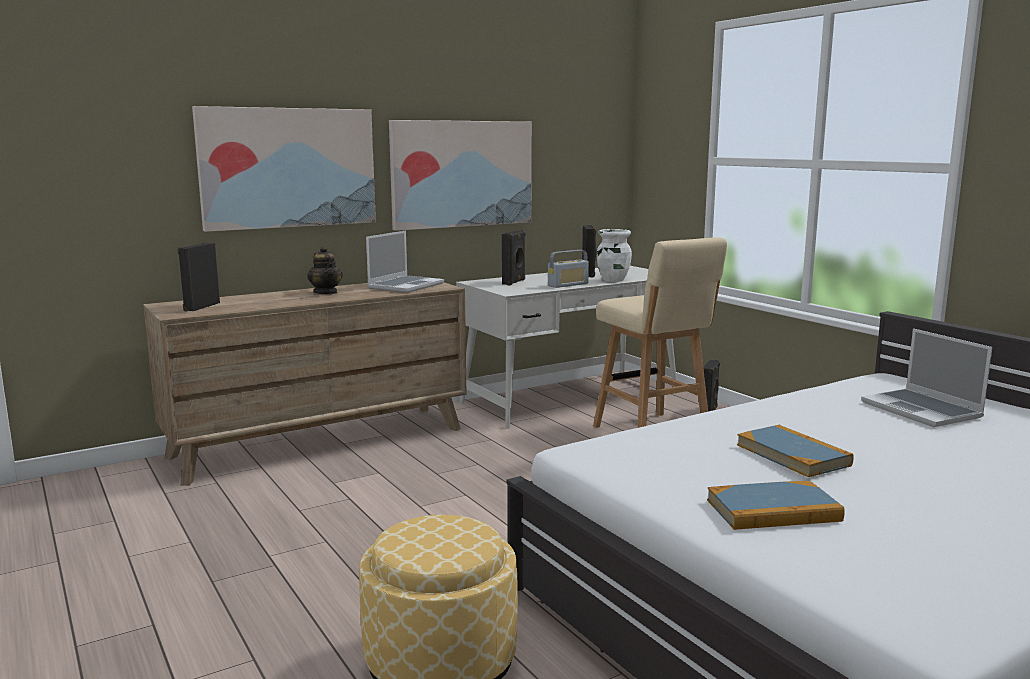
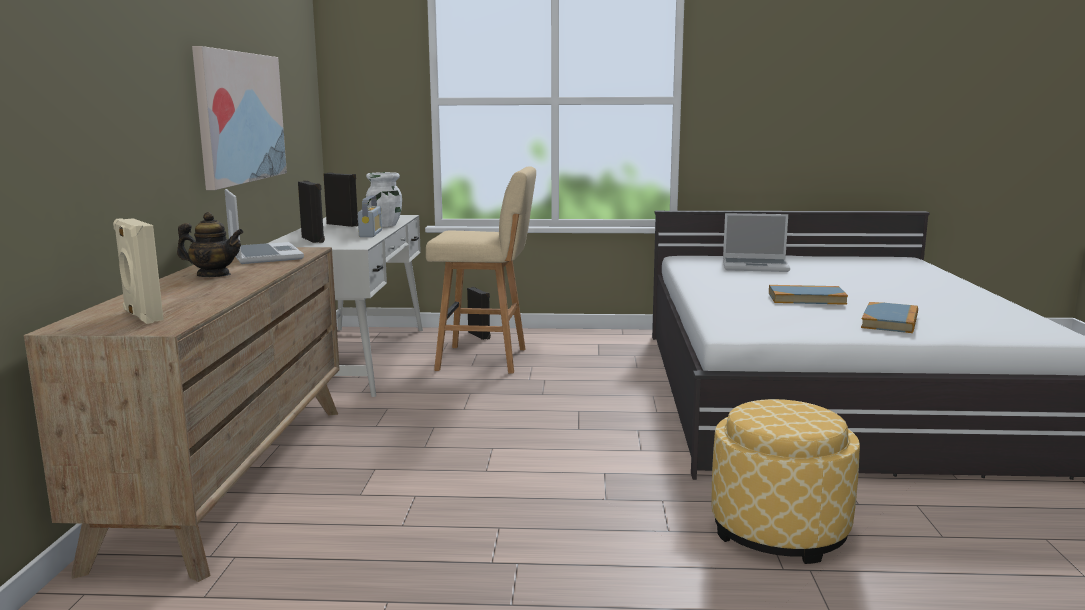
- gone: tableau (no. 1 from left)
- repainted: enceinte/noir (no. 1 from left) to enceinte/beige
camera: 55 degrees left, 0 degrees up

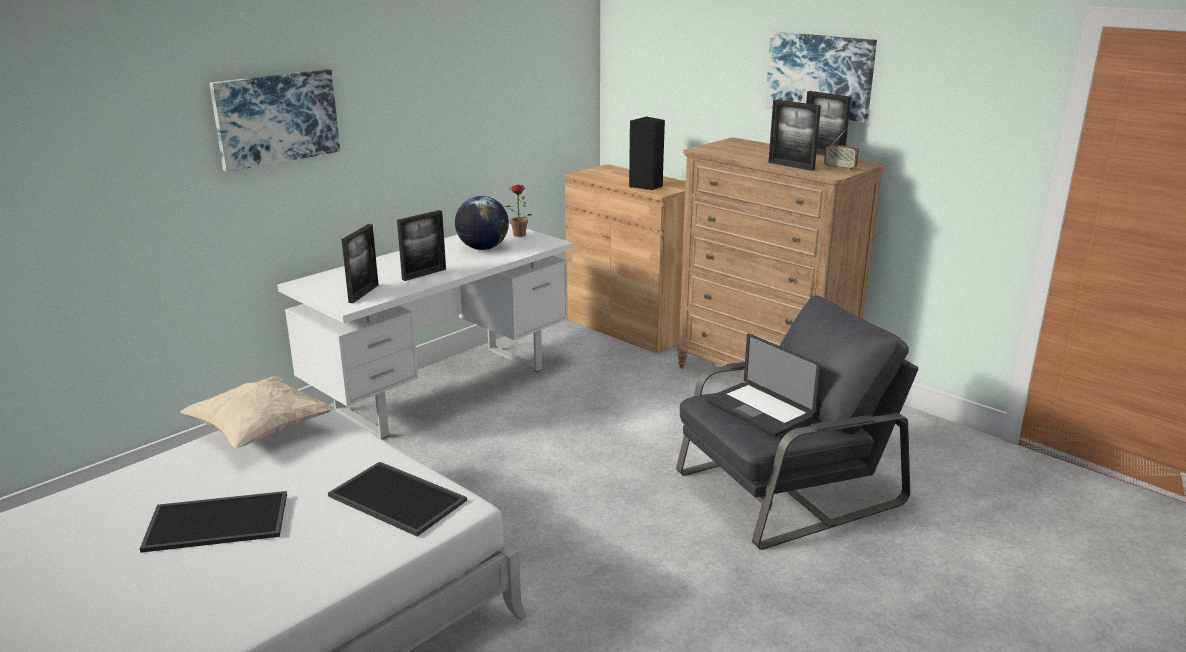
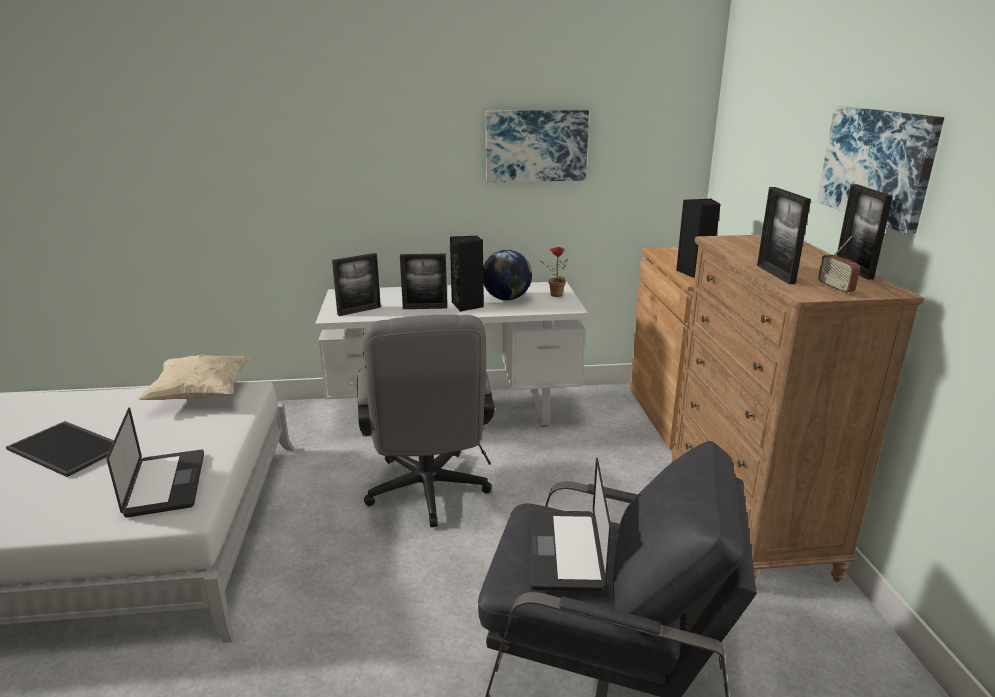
- shifted: tableau (no. 1 from left)
- swapped: plateau (no. 2 from left) to ordinateur portable (no. 1 from left)
- new: enceinte/noir (no. 1 from left)
- new: chaise de bureau/gris
camera: 40 degrees right, 0 degrees up

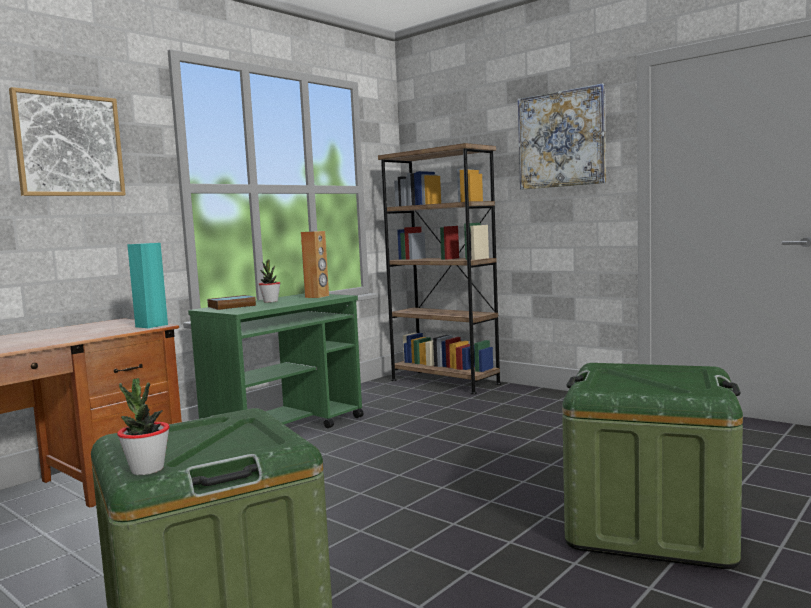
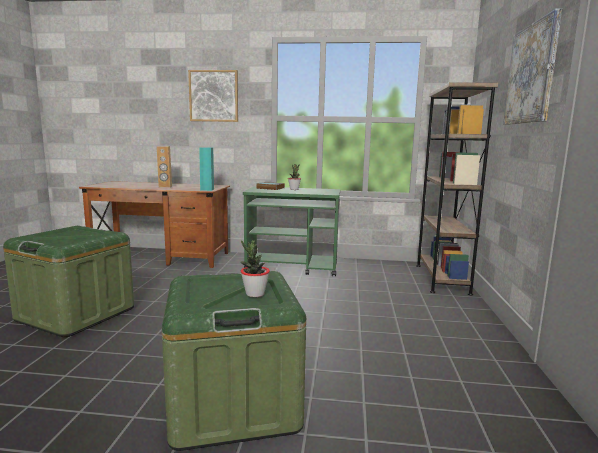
- shifted: enceinte/marron
- shifted: plante en pot (no. 1 from left)
camera: 55 degrees right, 5 degrees up

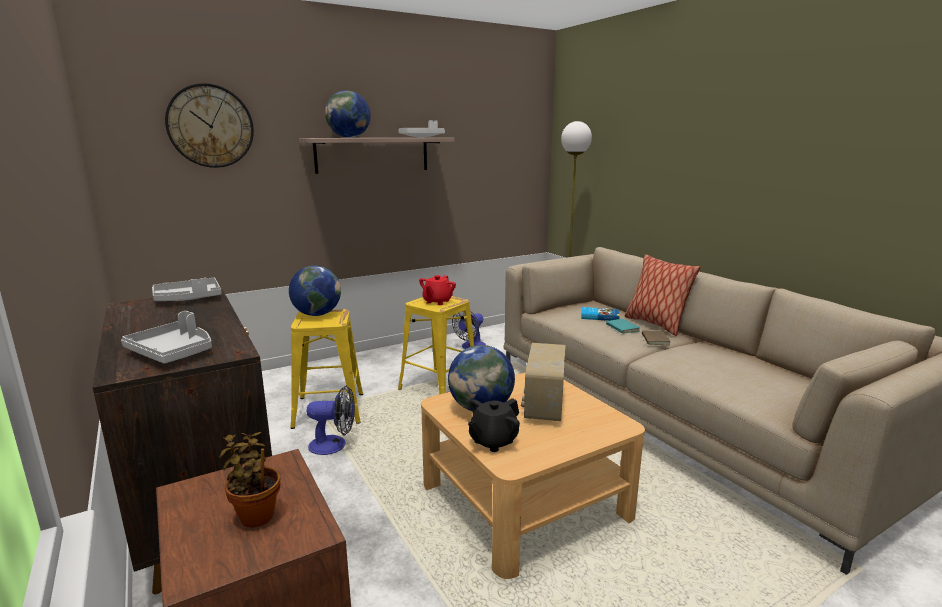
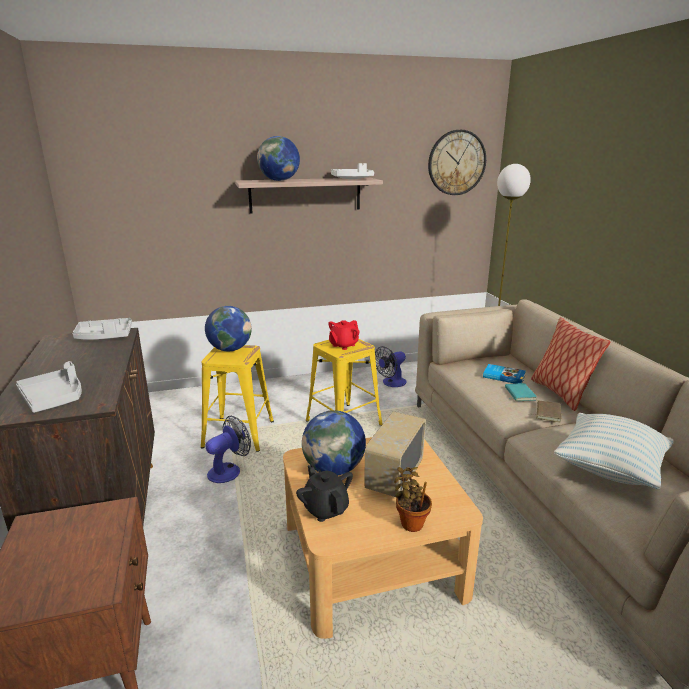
- shifted: horloge murale
- rotated: ventilateur (no. 1 from left) 60 degrees counterclockwise
- rotated: théière/noir 90 degrees clockwise
- shifted: plante en pot
- new: coussin (no. 2 from left)
camera: 15 degrees right, 5 degrees up

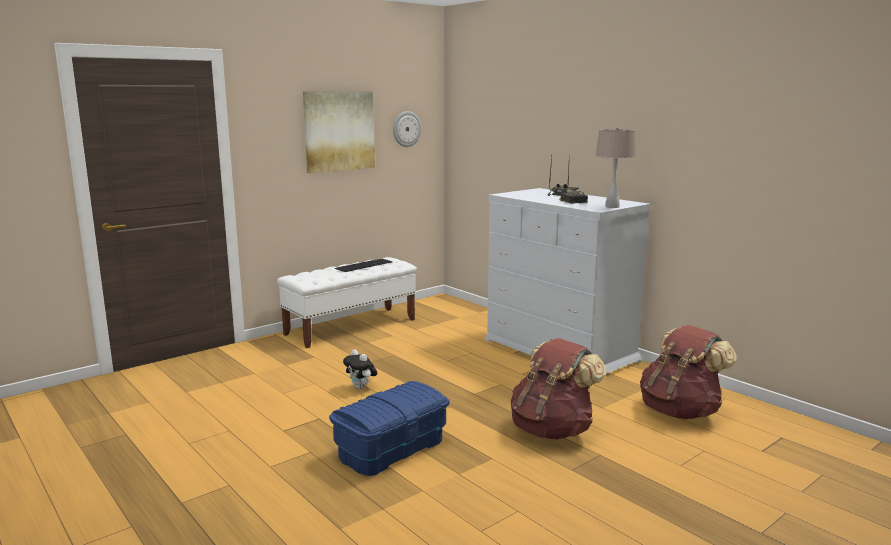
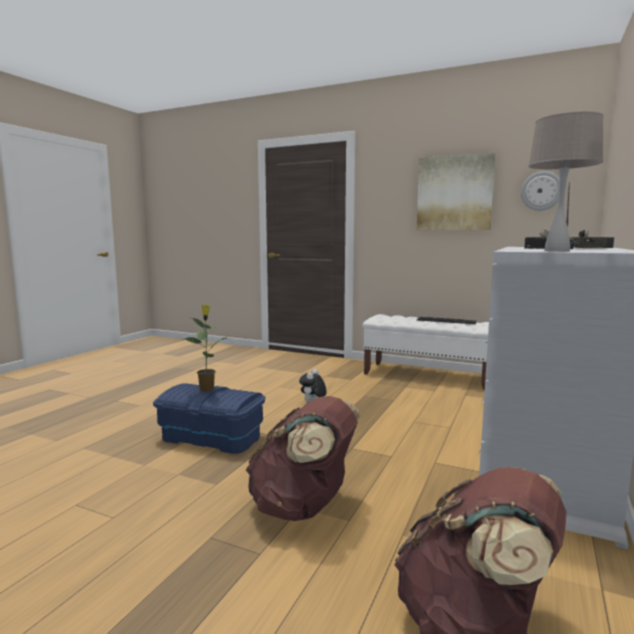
- new: plante en pot
camera: 65 degrees right, 5 degrees down

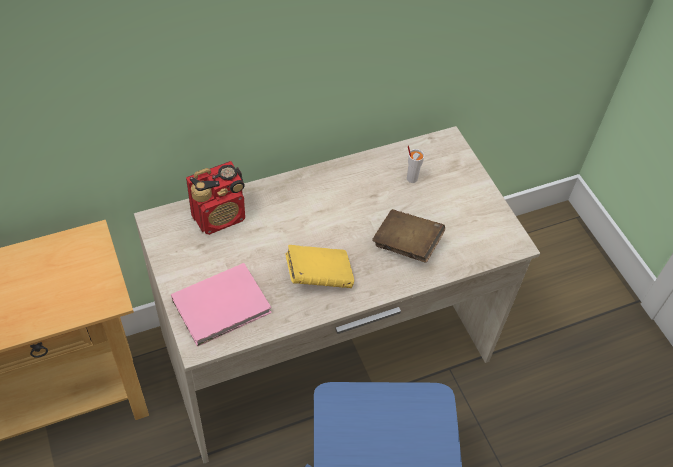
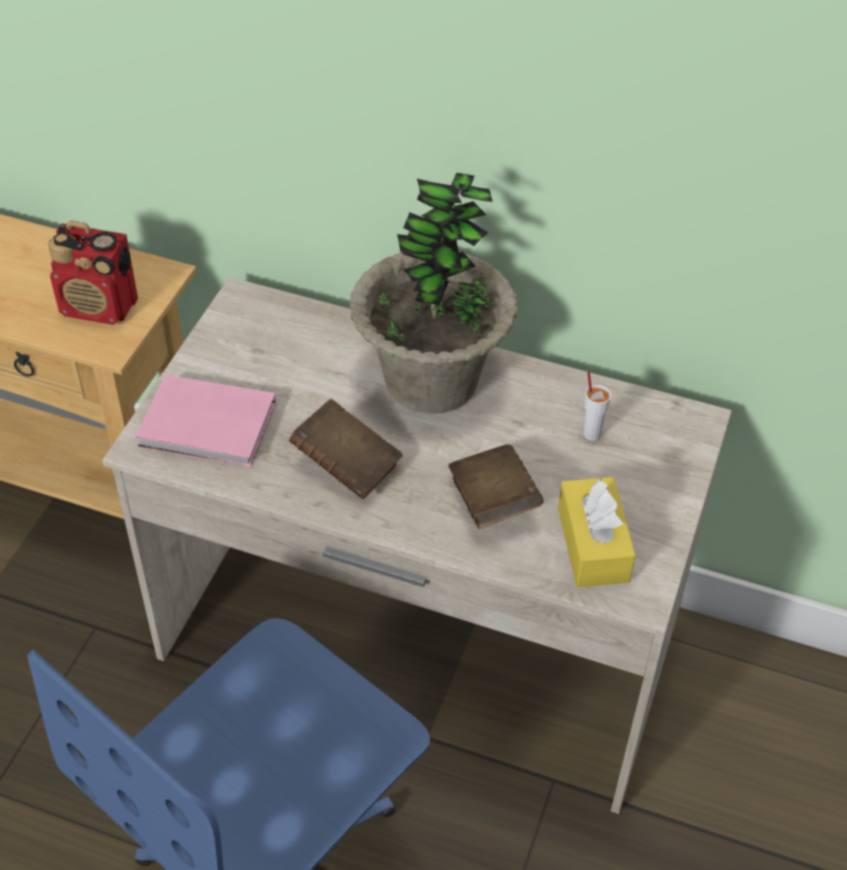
- shifted: radio
- repainted: livre/jaune to livre/marron (no. 1 from left)
- new: plante en pot
- new: boîte à mouchoirs/jaune
camera: 45 degrees right, 5 degrees down

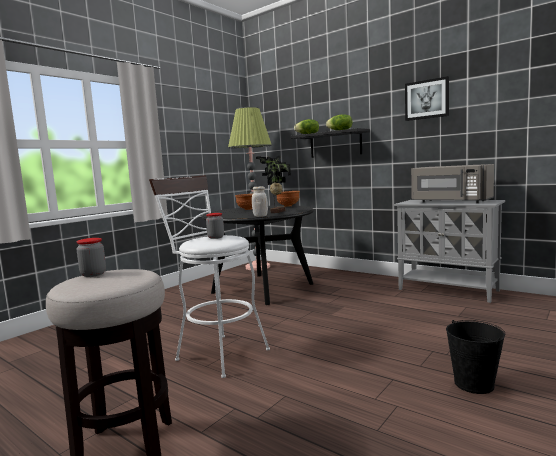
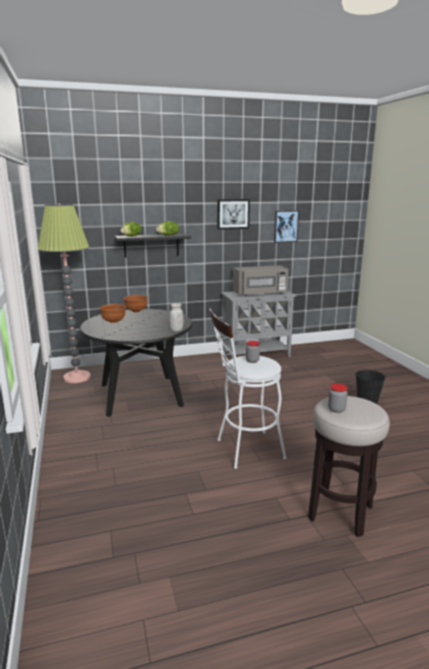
- gone: plante en pot
- new: tableau (no. 2 from left)
camera: 55 degrees left, 10 degrees up

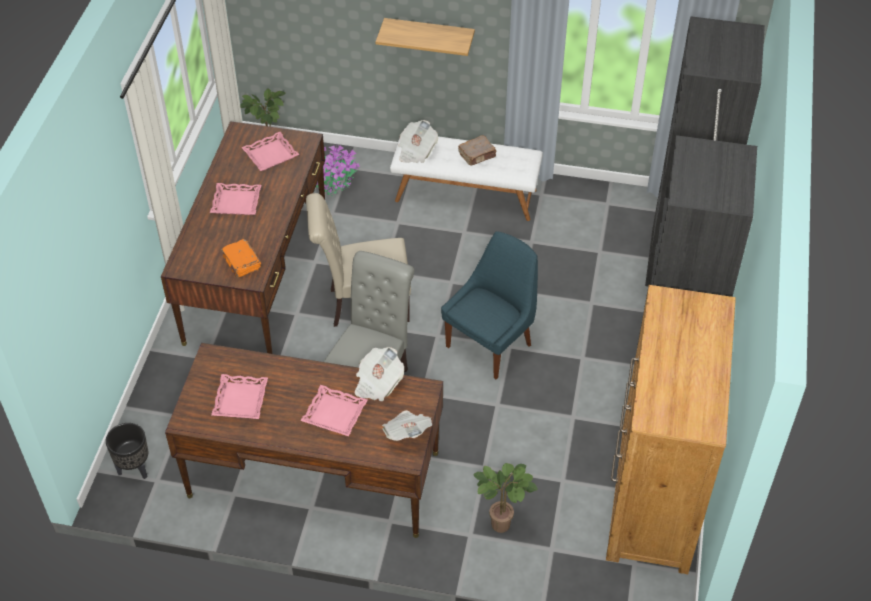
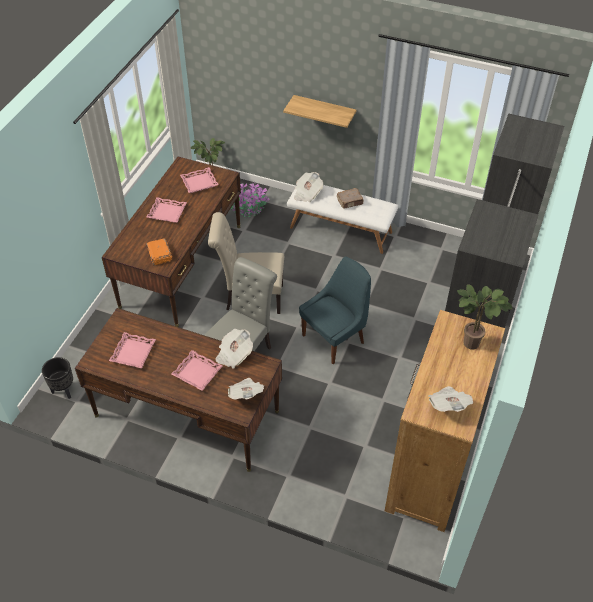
- shifted: plante en pot (no. 3 from left)
- new: journal (no. 4 from left)
camera: 10 degrees right, 0 degrees up

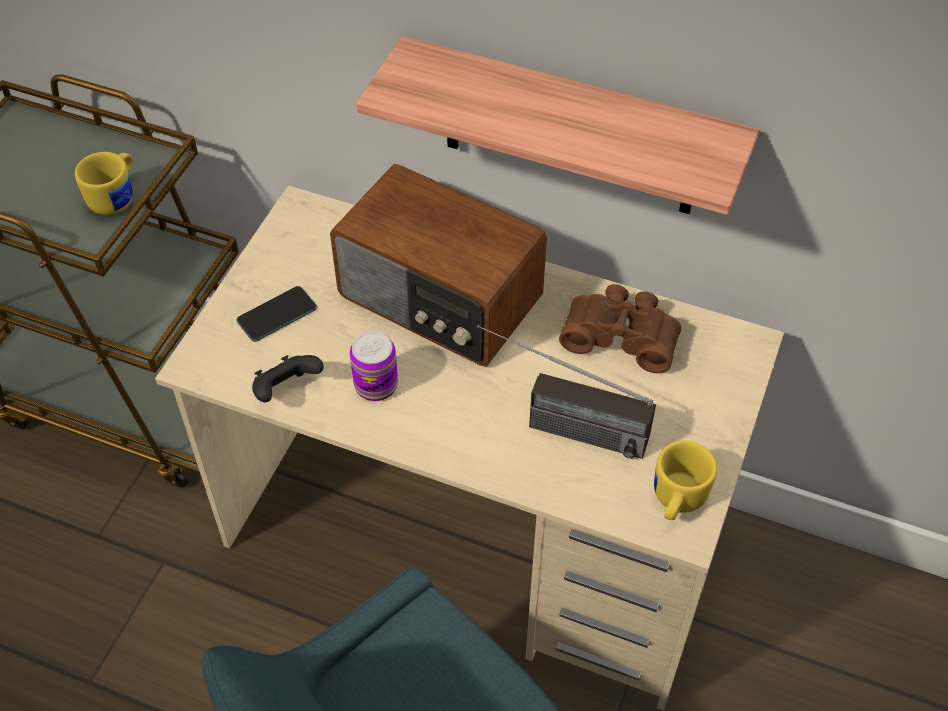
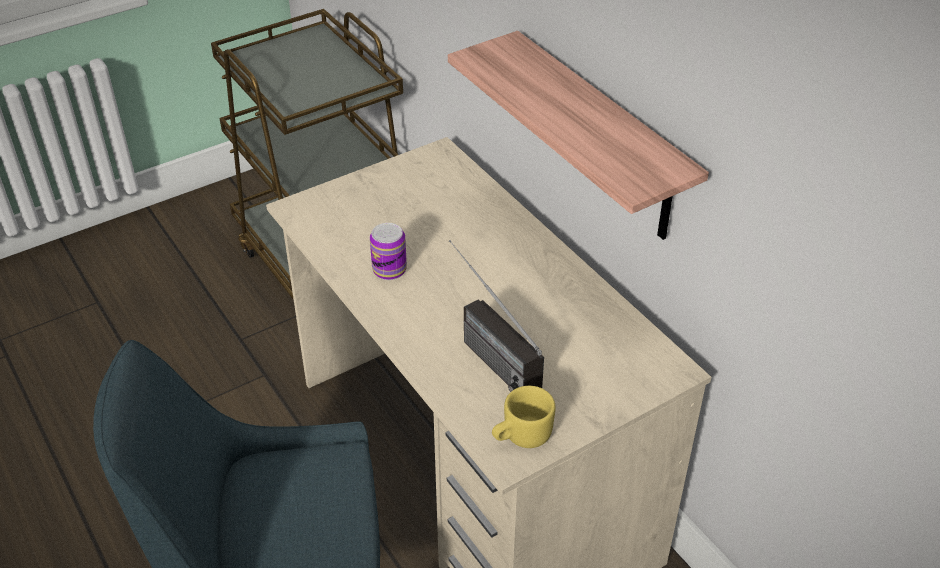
- gone: mug/jaune (no. 1 from left)
- gone: radio (no. 1 from left)
- gone: jumelles/marron
- gone: téléphone
- gone: manette/noir
camera: 35 degrees right, 10 degrees down

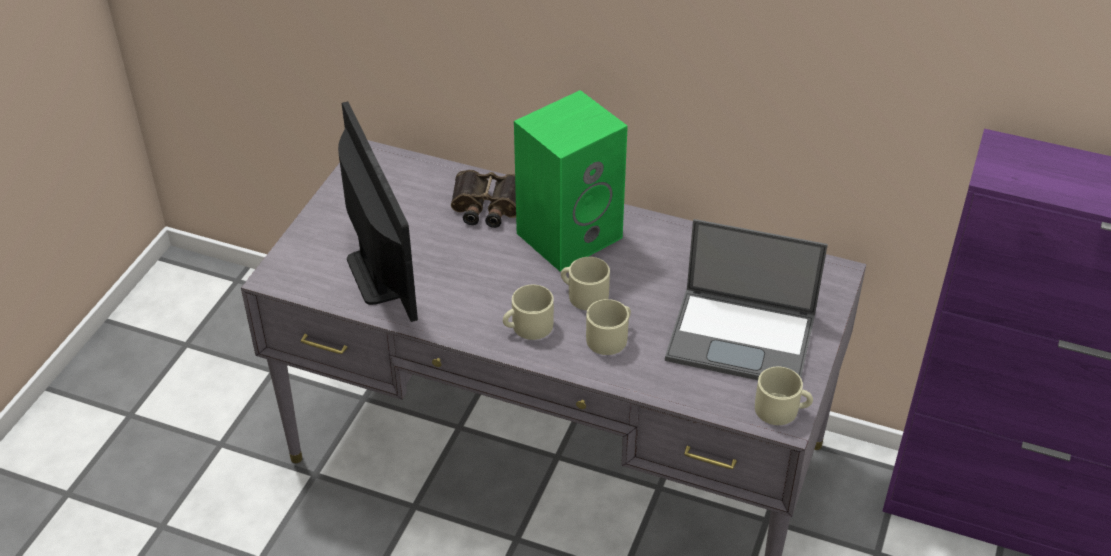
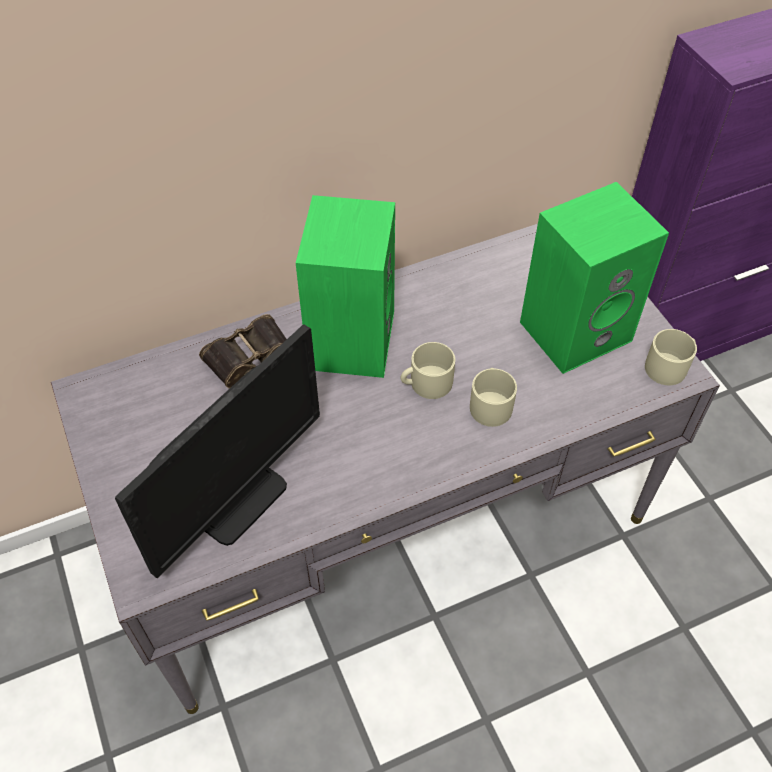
- rotated: écran d'ordinateur 105 degrees clockwise
- swapped: ordinateur portable to enceinte/vert (no. 2 from left)
- gone: mug/beige (no. 1 from left)
camera: 45 degrees left, 10 degrees up

